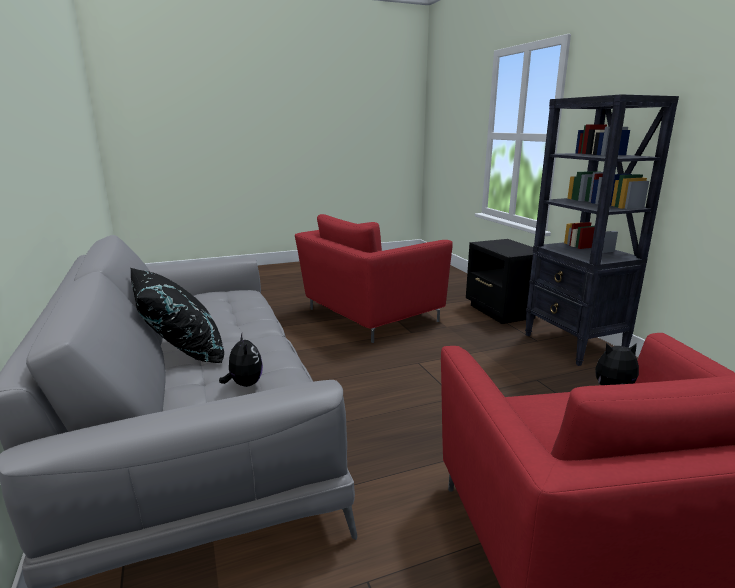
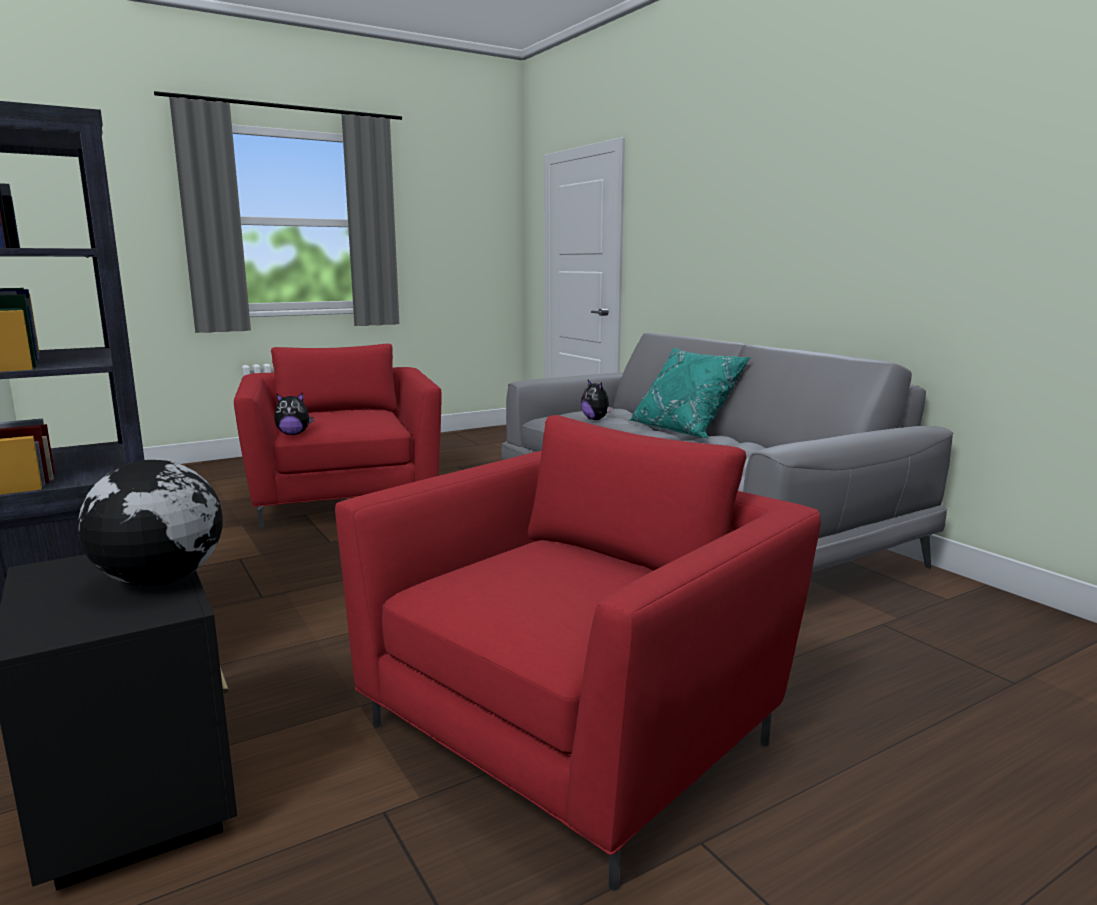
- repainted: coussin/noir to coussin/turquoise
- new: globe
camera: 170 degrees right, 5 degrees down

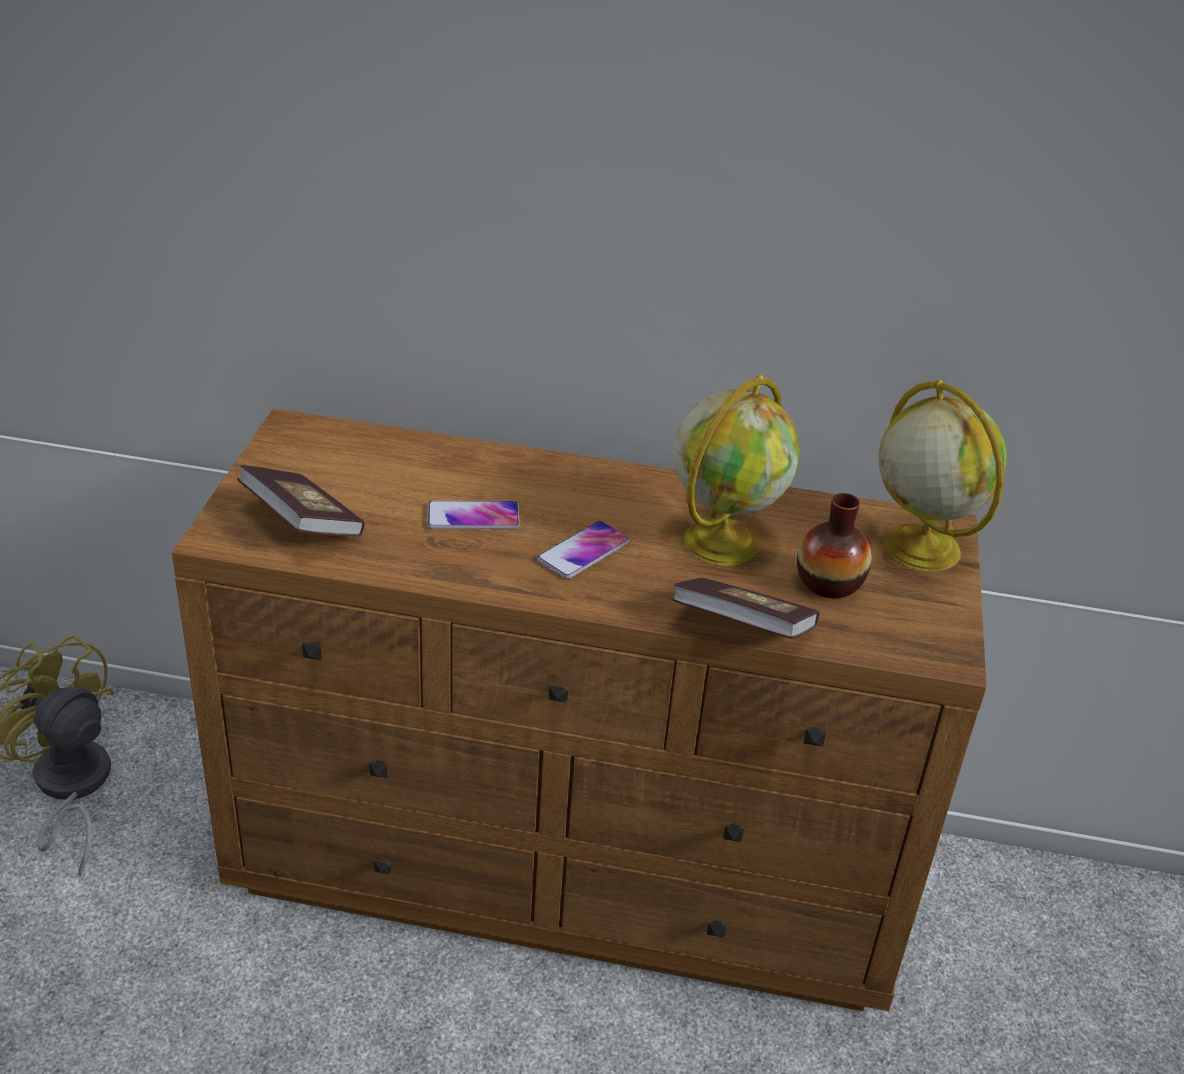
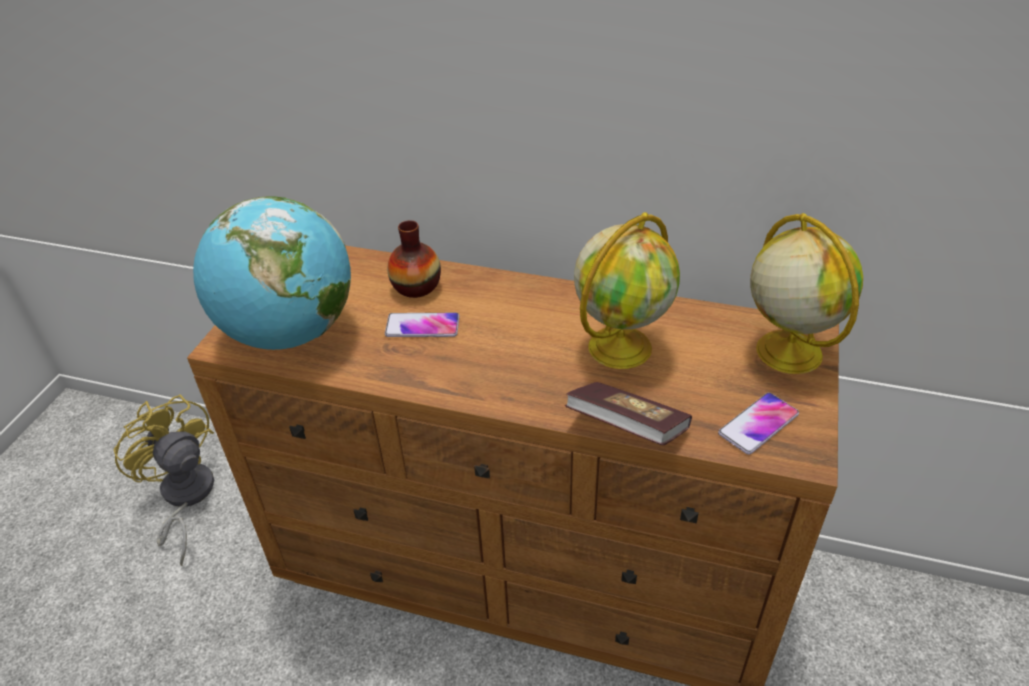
- swapped: livre (no. 1 from left) to globe (no. 1 from left)
- shifted: vase
- shifted: téléphone (no. 2 from left)
camera: 10 degrees right, 5 degrees up

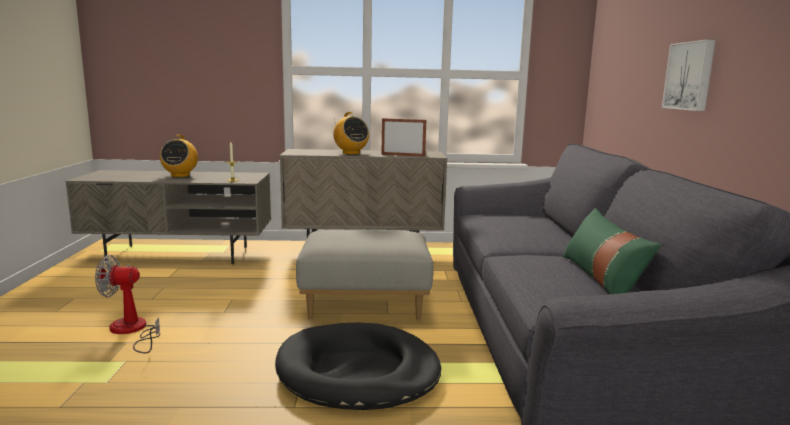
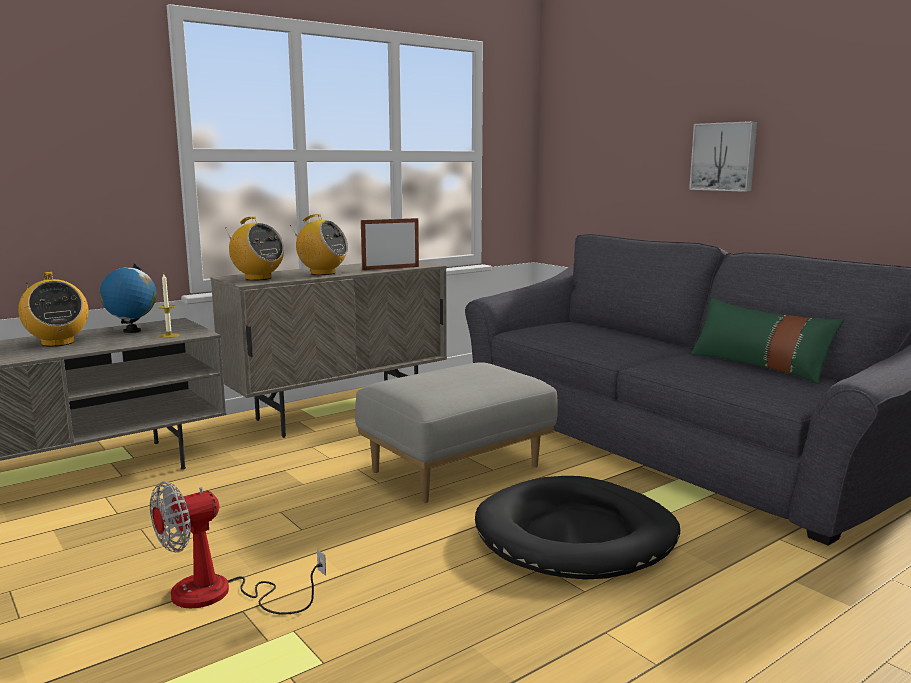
- new: radio (no. 2 from left)
- new: globe
camera: 35 degrees left, 0 degrees up

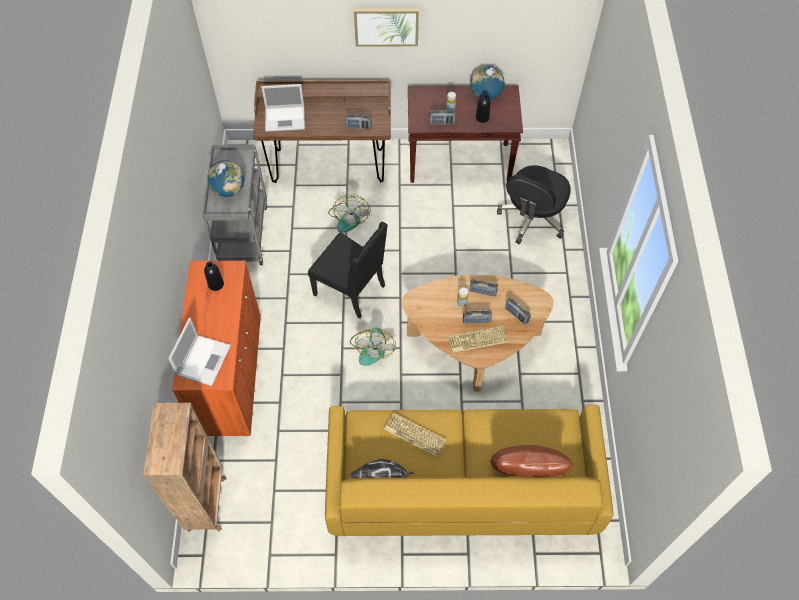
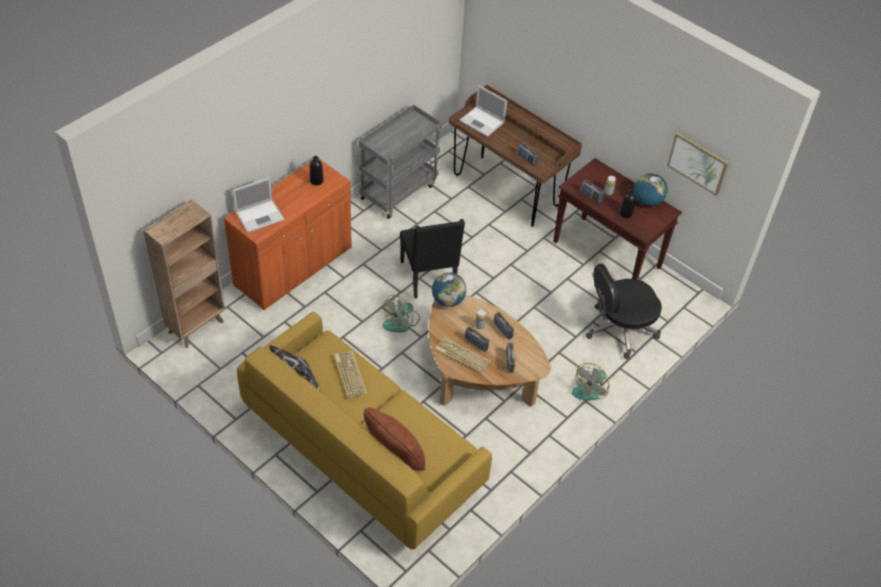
- shifted: tableau
- shifted: globe (no. 1 from left)
- shifted: ventilateur (no. 1 from left in the first image) to ventilateur (no. 2 from left)
camera: 40 degrees right, 10 degrees down

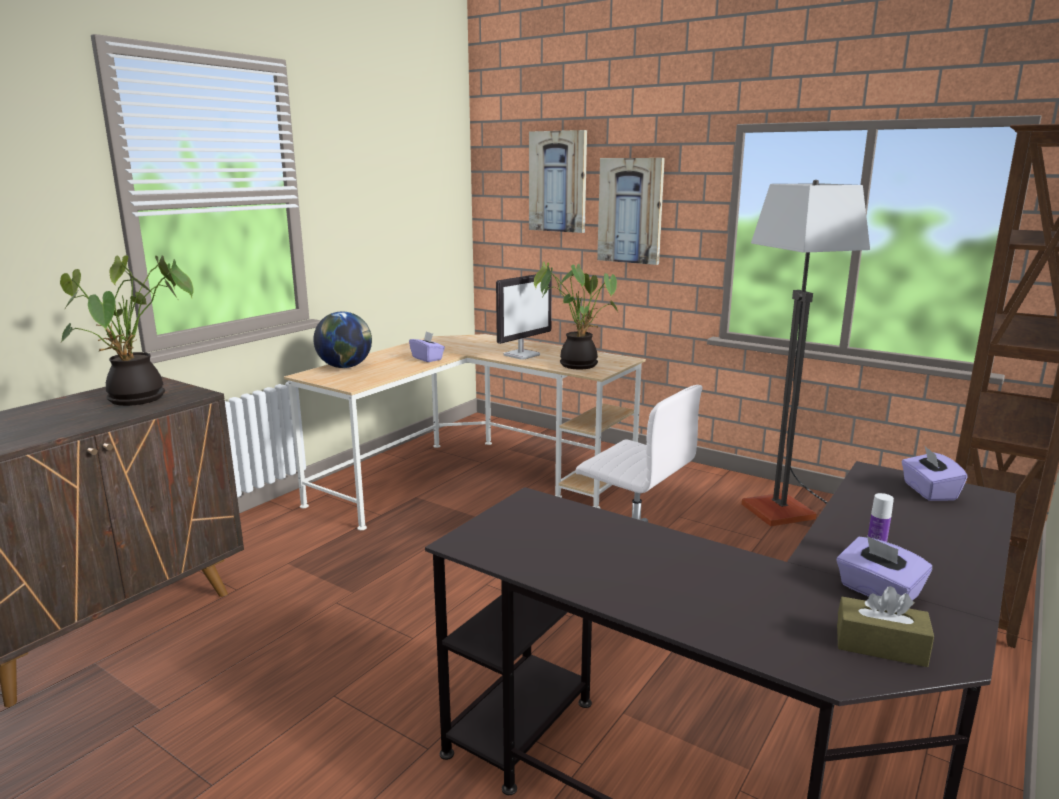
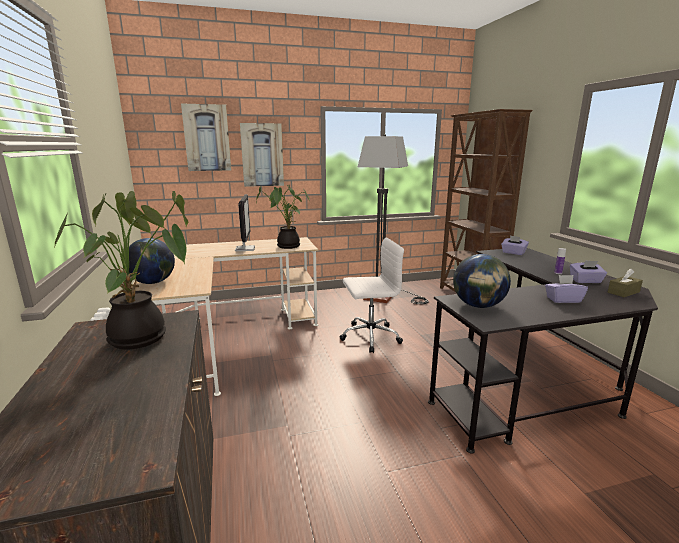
- shifted: boîte à mouchoirs/violet (no. 1 from left in the first image) to boîte à mouchoirs/violet (no. 2 from left)
- new: globe (no. 2 from left)
camera: 50 degrees left, 0 degrees up

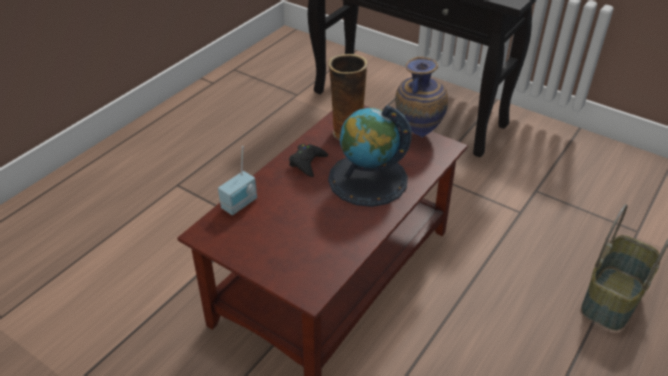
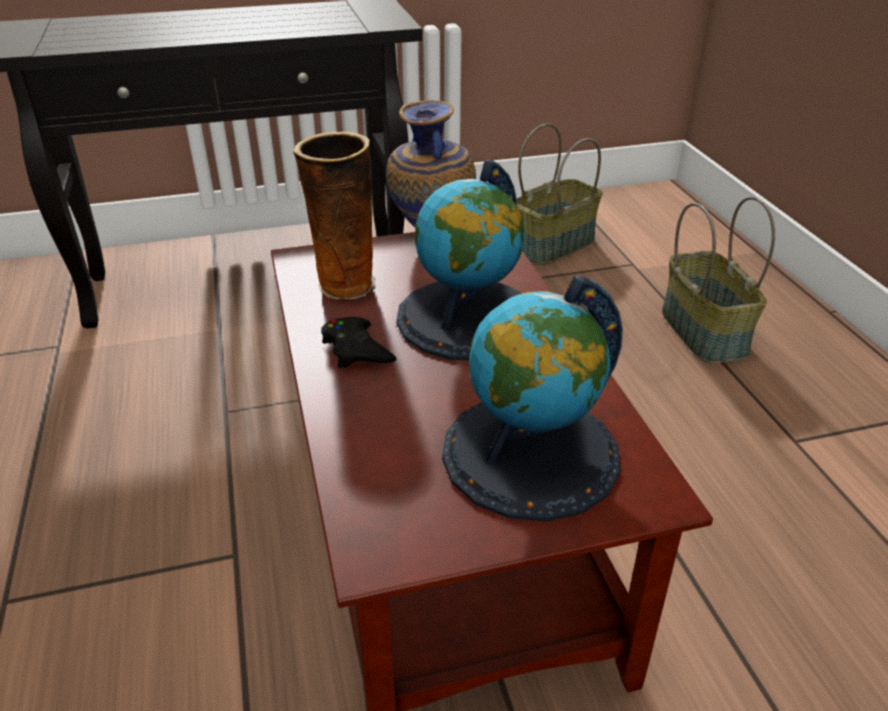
- gone: radio
- new: panier (no. 1 from left)
- new: globe (no. 2 from left)
camera: 50 degrees left, 5 degrees down

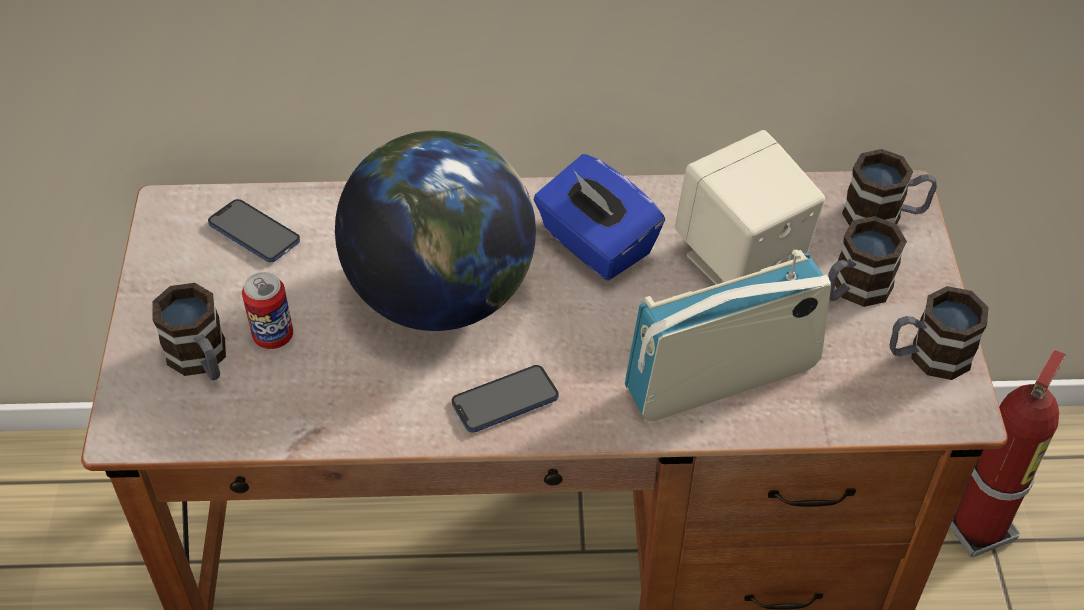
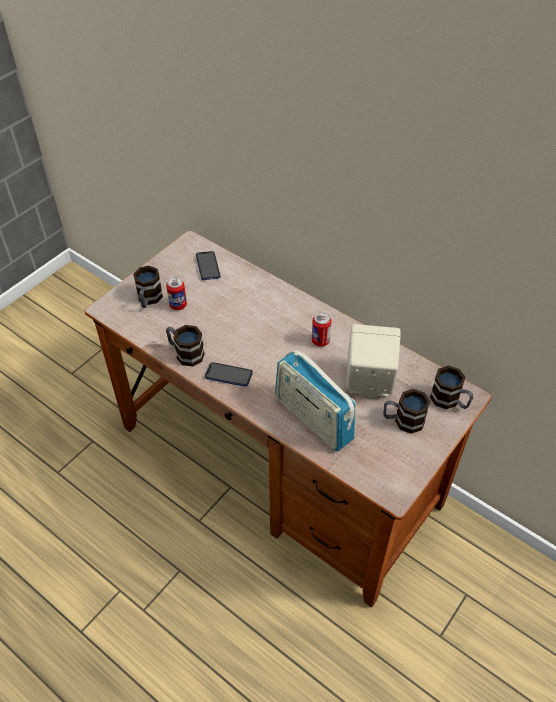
- gone: globe
- swapped: boîte à mouchoirs/bleu to boîte métallique (no. 2 from left)
- rotated: radio 150 degrees counterclockwise
- shifted: mug (no. 4 from left in the first image) to mug (no. 2 from left)
- gone: extincteur
camera: 40 degrees right, 0 degrees up

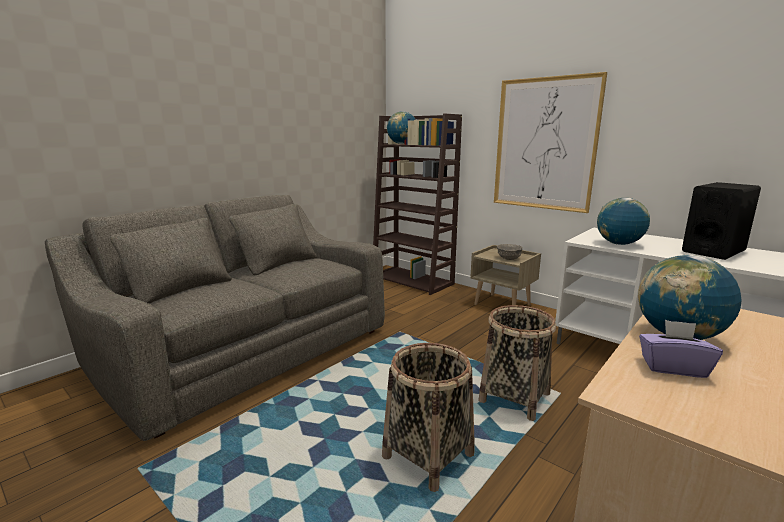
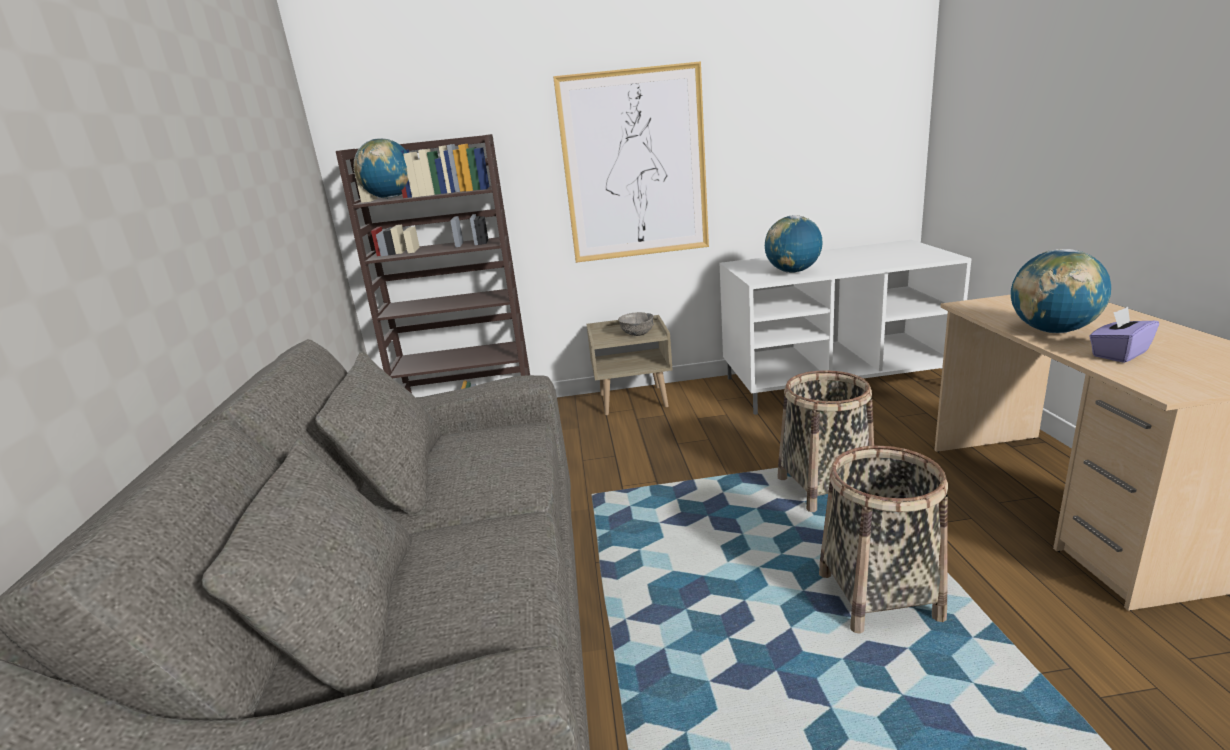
- gone: enceinte/noir
camera: 45 degrees left, 5 degrees up

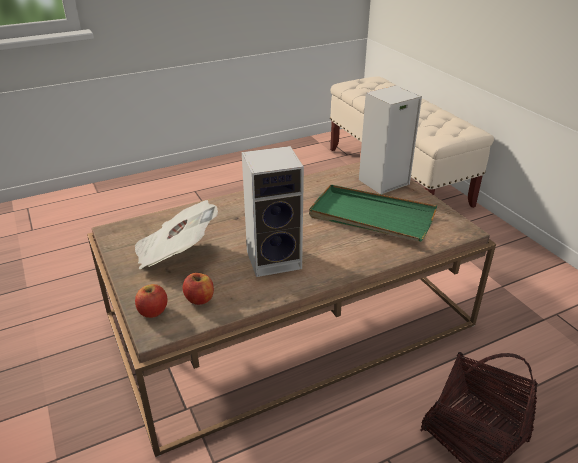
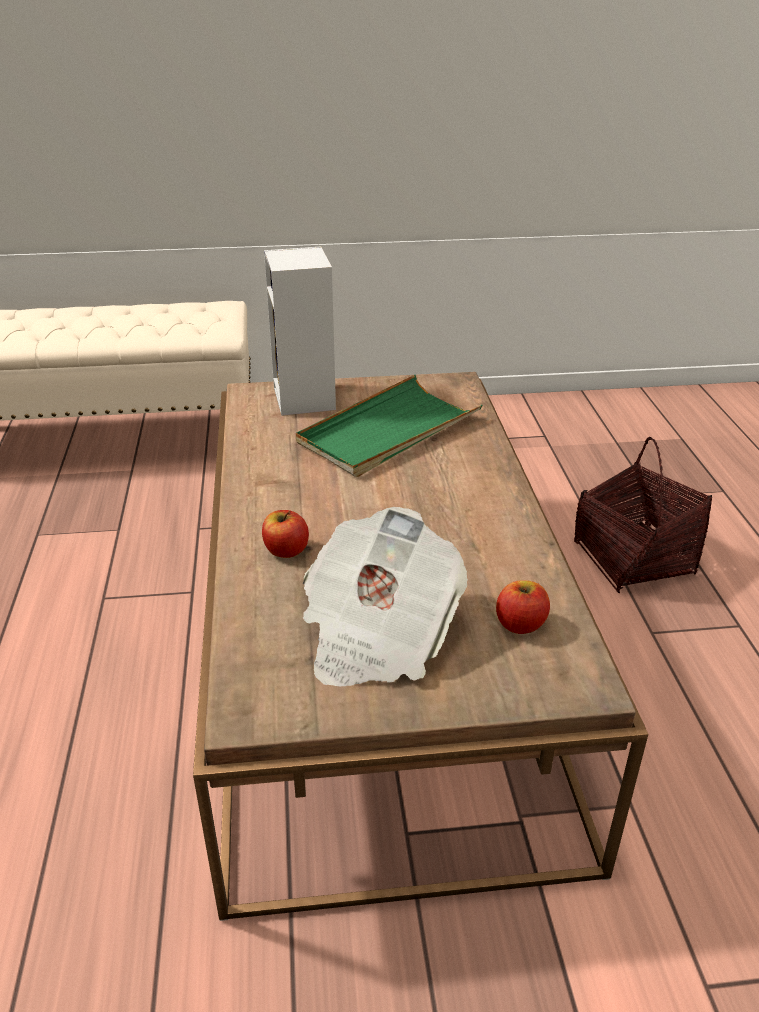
- gone: enceinte (no. 1 from left)
- shifted: pomme (no. 1 from left)
camera: 70 degrees left, 0 degrees up

